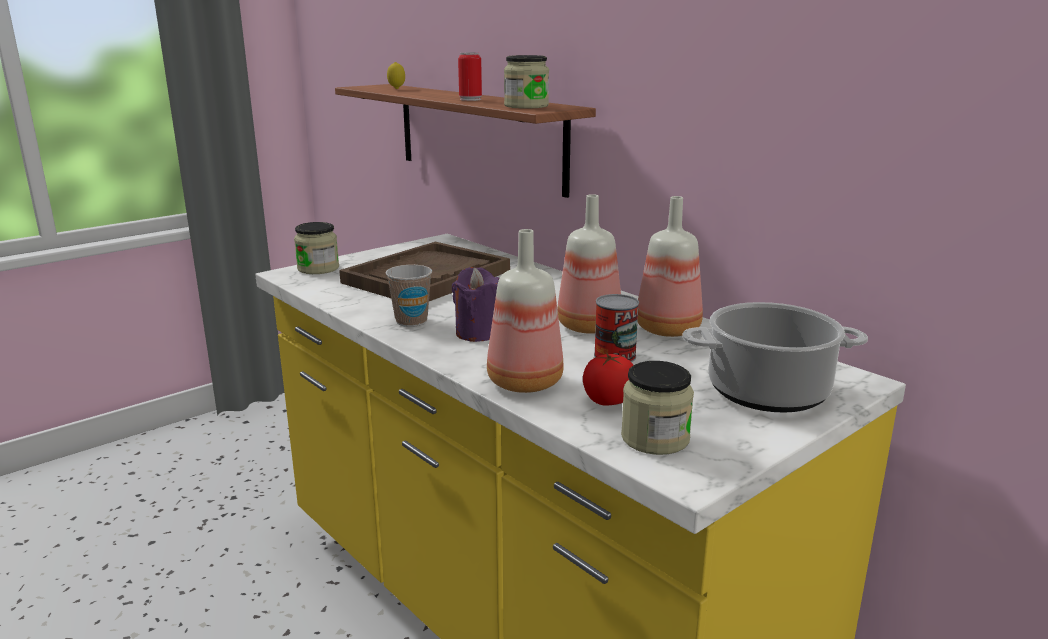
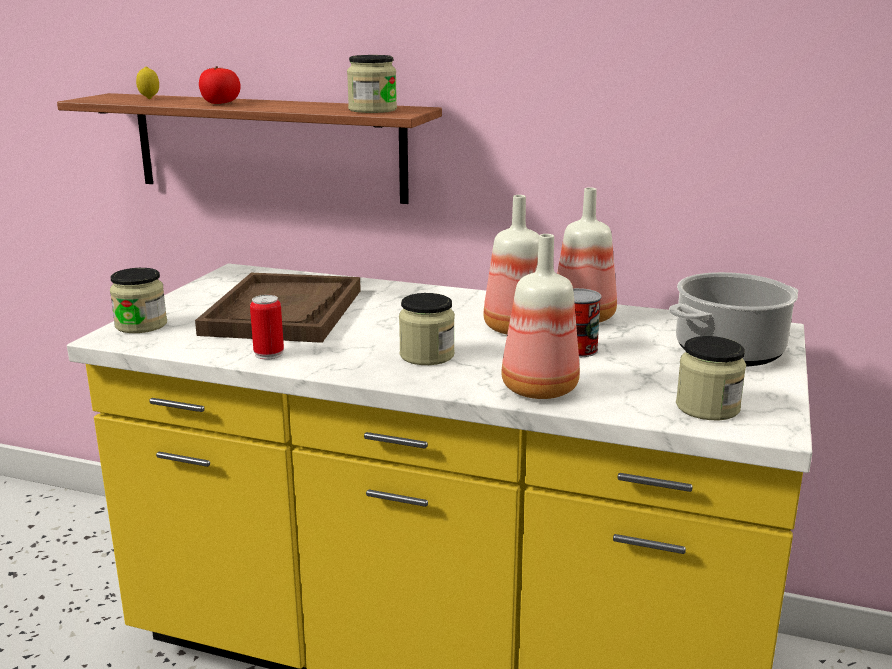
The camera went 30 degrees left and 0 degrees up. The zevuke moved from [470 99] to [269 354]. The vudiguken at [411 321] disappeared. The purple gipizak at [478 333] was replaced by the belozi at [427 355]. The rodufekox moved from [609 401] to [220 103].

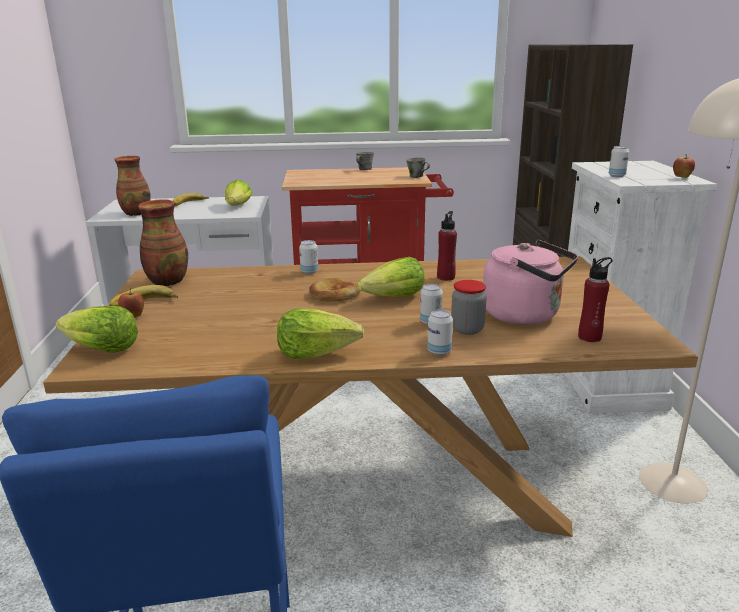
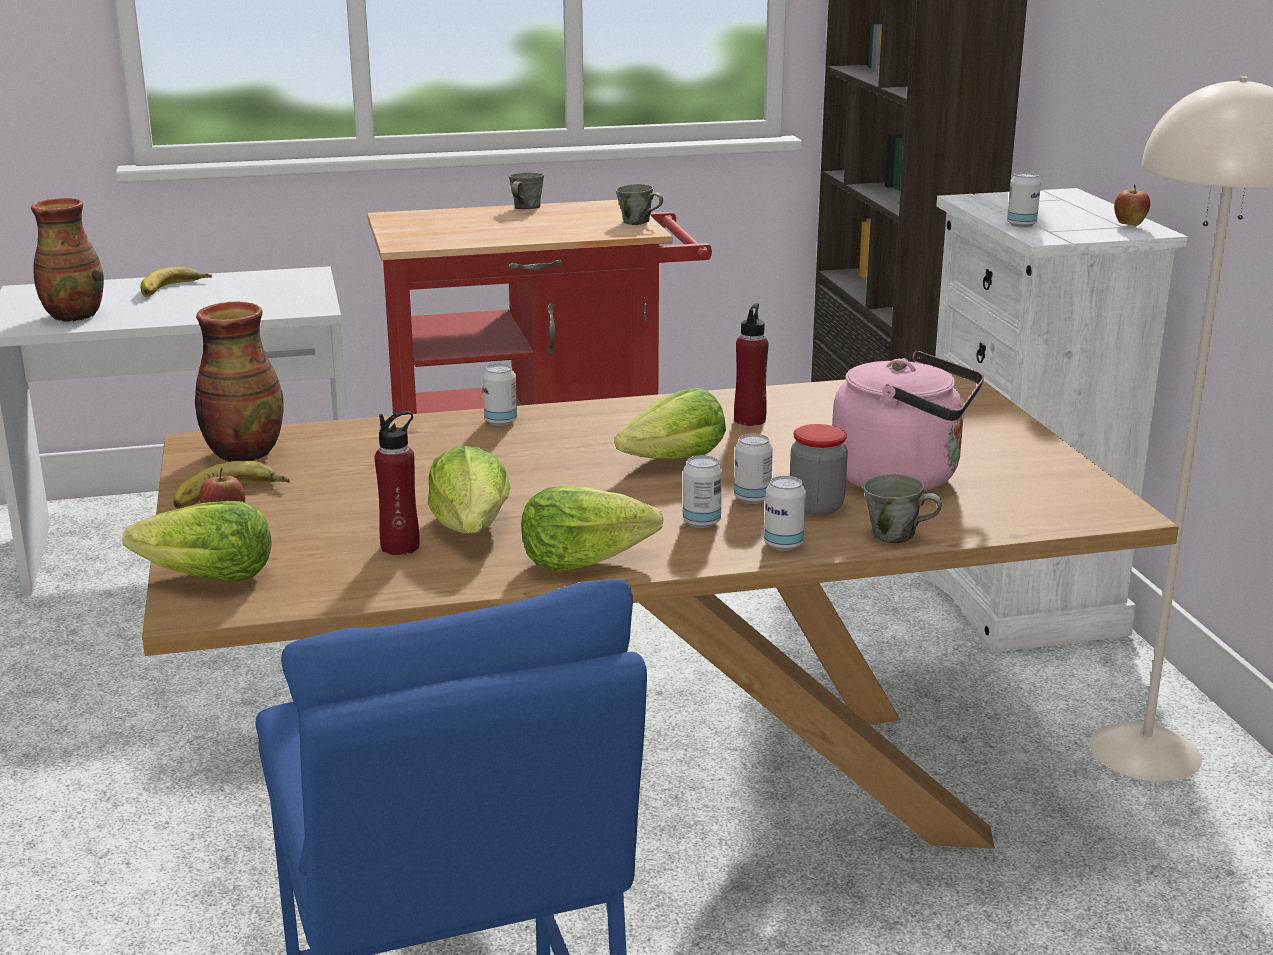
The camera went 10 degrees left and 0 degrees up. The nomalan moved from [238 206] to [472 528]. The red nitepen moved from [589 337] to [400 547]. The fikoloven at [333 294] disappeared. The zevuke at [701 522] appeared. The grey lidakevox at [896 536] appeared.

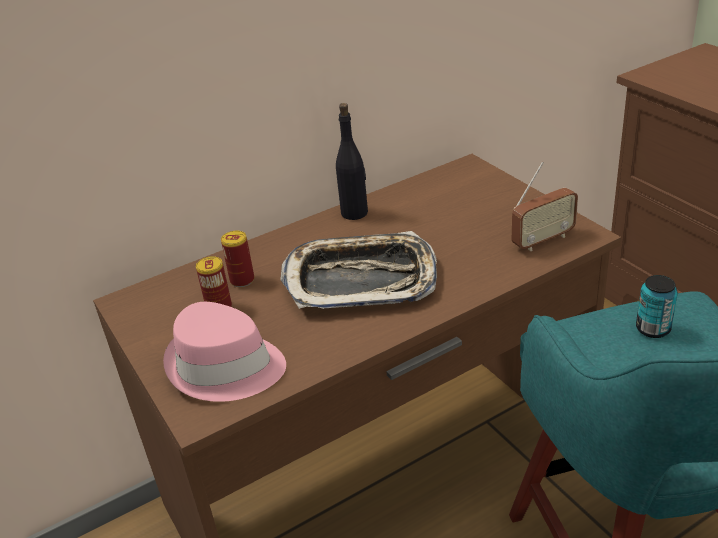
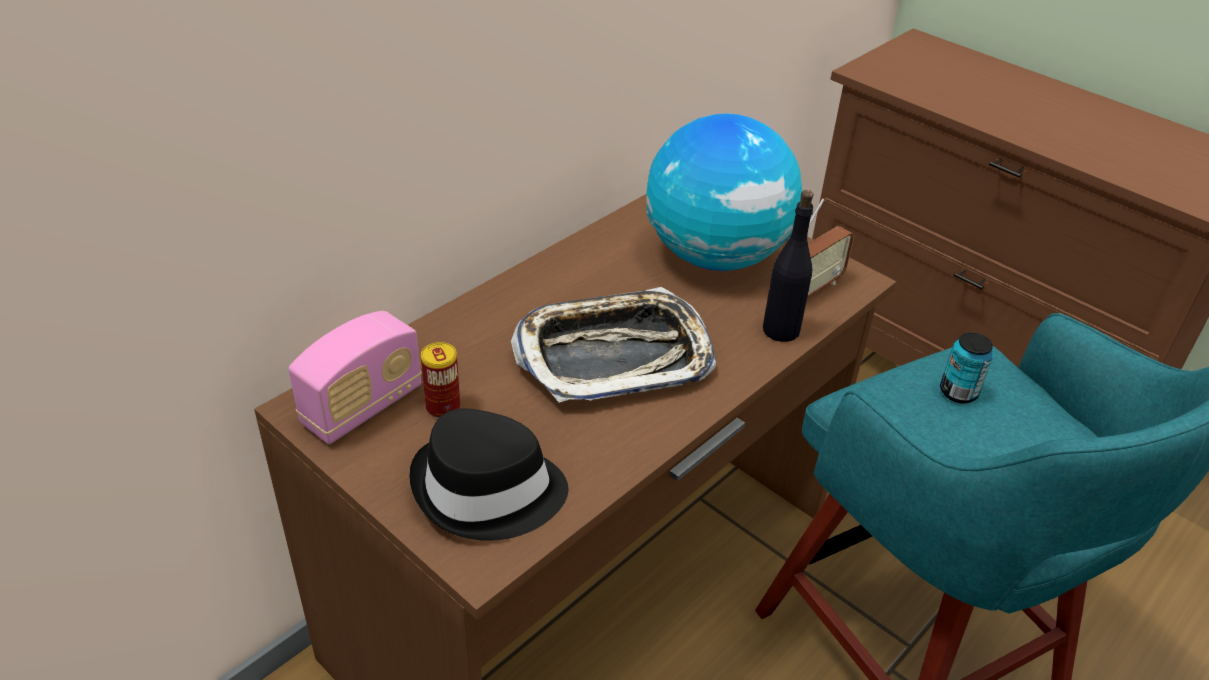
The camera went 20 degrees left and 5 degrees up. The black nitepen moved from [355 213] to [781 330]. The zevuke at [242 280] disappeared. The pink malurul at [225 368] became the black malurul at [488 491]. The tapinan at [715 256] appeared. The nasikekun at [362 407] appeared.

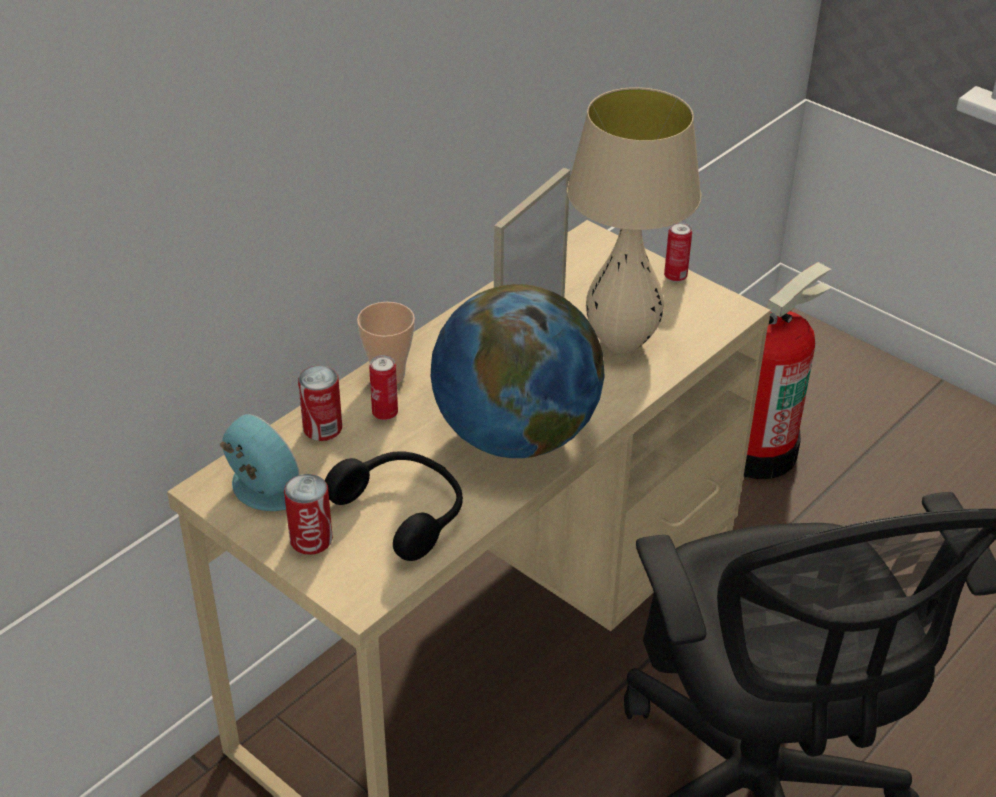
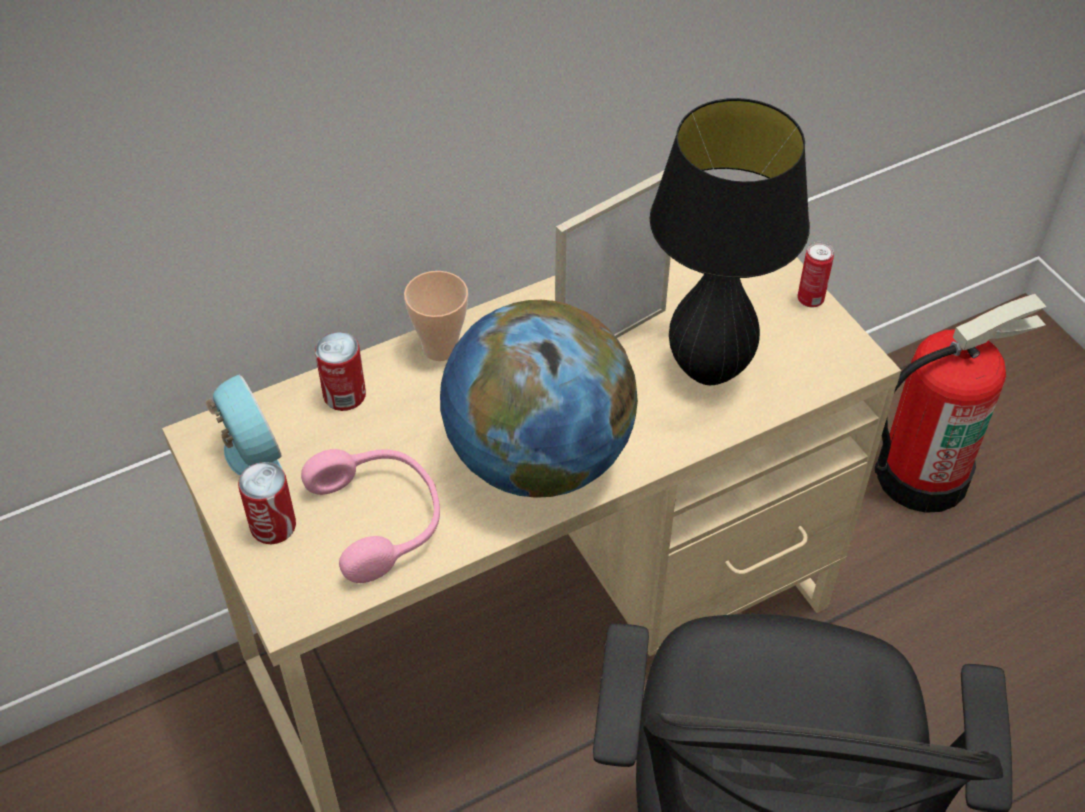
The camera went 20 degrees right and 10 degrees up. The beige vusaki at [622 342] became the black vusaki at [709 370]. The zevuke at [385 413] disappeared. The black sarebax at [404 511] became the pink sarebax at [380 519].

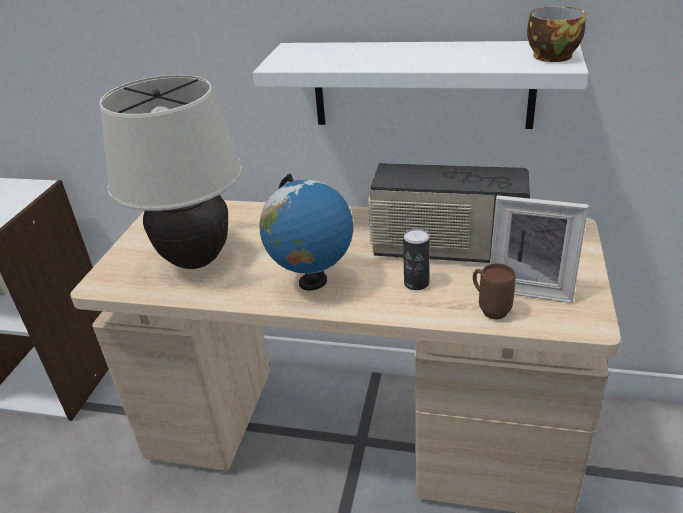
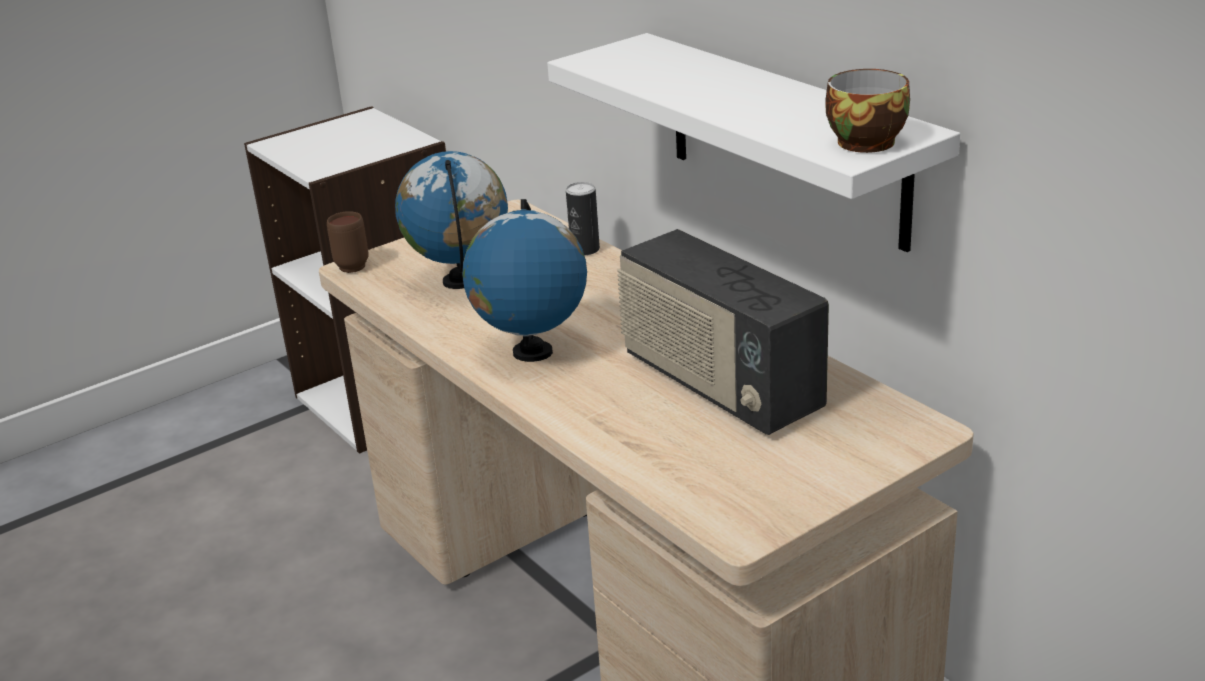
The camera went 40 degrees right and 5 degrees down. The beige vusaki at [196 260] was replaced by the tapinan at [461 281]. The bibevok at [530 286] disappeared. The zevuke moved from [416 283] to [585 249]. The brown lidakevox moved from [489 309] to [354 264].

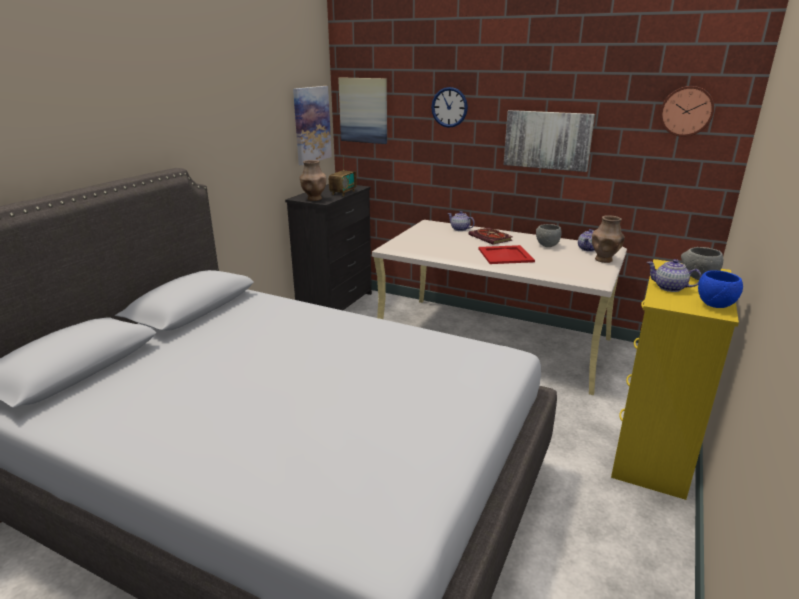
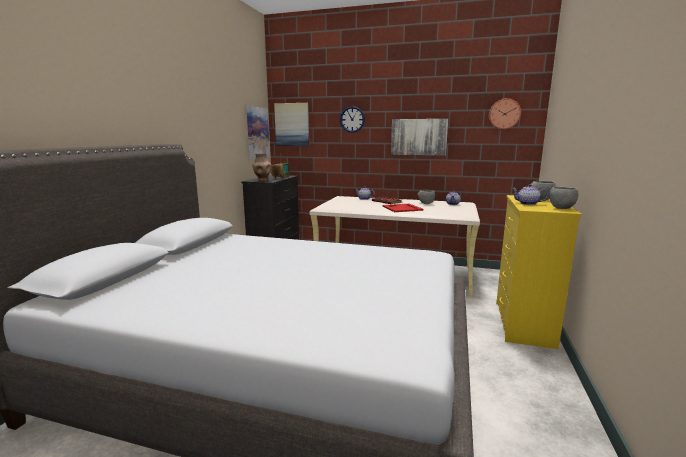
The camera went 10 degrees left and 10 degrees down. The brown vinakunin at [604 260] disappeared. The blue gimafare at [716 305] became the grey gimafare at [562 208].

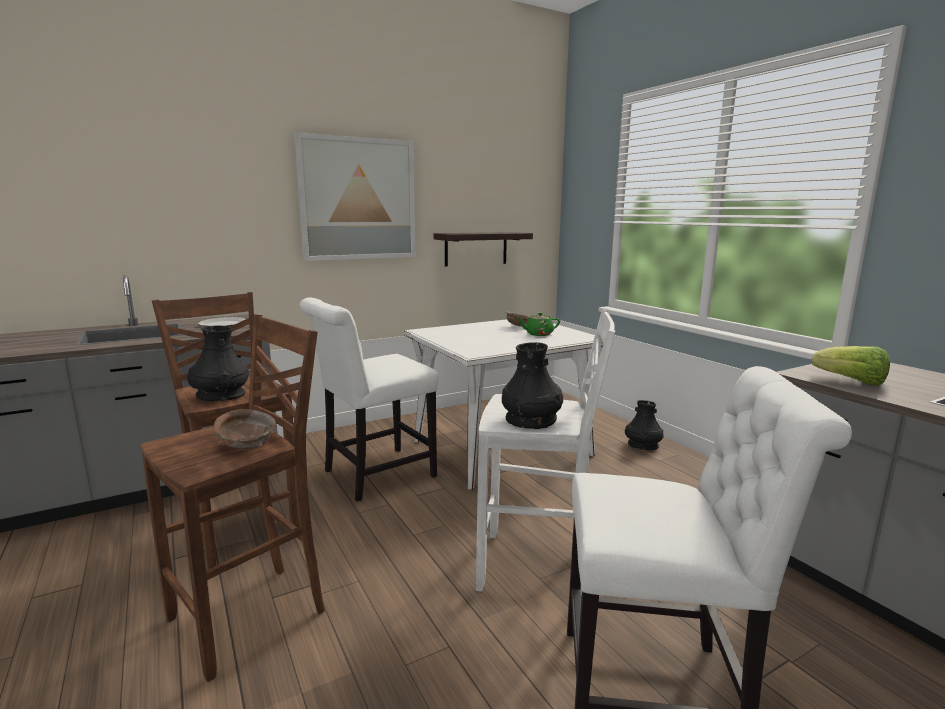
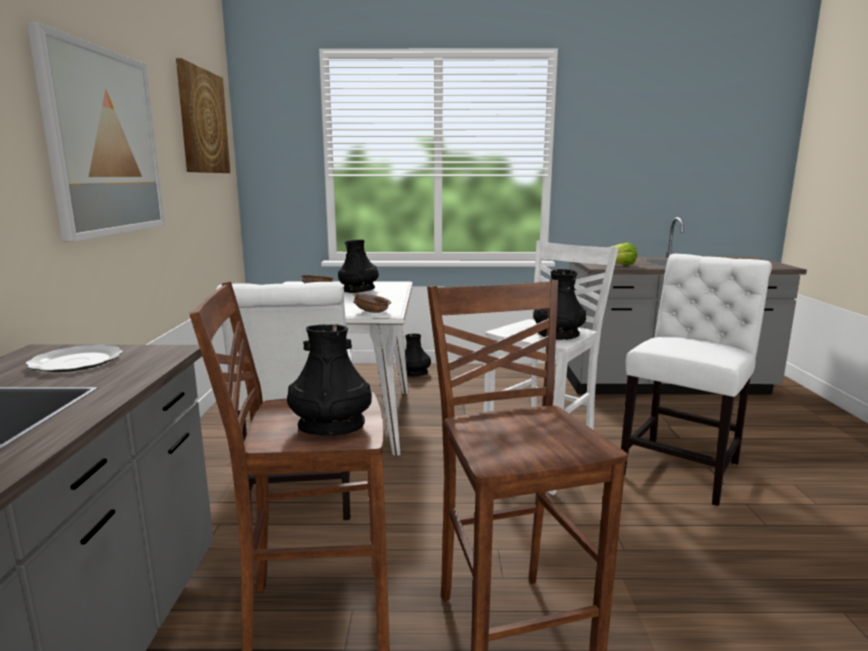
The camera went 60 degrees left and 0 degrees up. The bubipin at [476 248] disappeared. The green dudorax at [538 334] was replaced by the black vinakunin at [358 290]. The brown gimafare moved from [246 444] to [371 312]. The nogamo at [202 121] appeared.

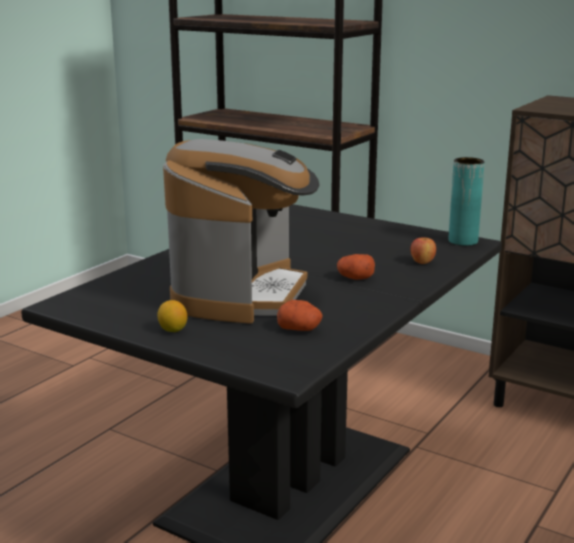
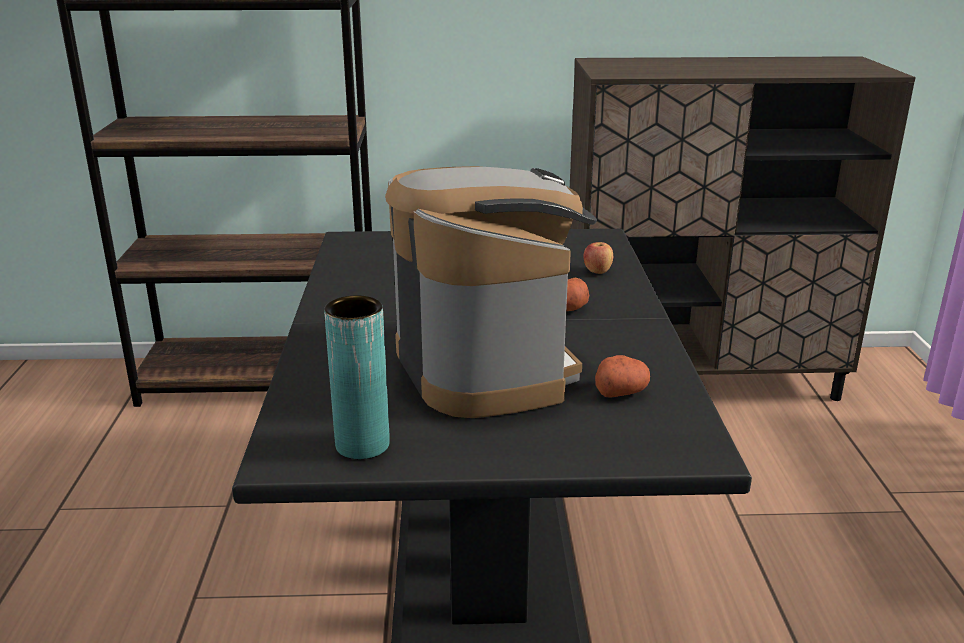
The camera went 35 degrees left and 5 degrees up. The turquoise vinakunin moved from [463 241] to [362 445]. The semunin at [173 330] disappeared.

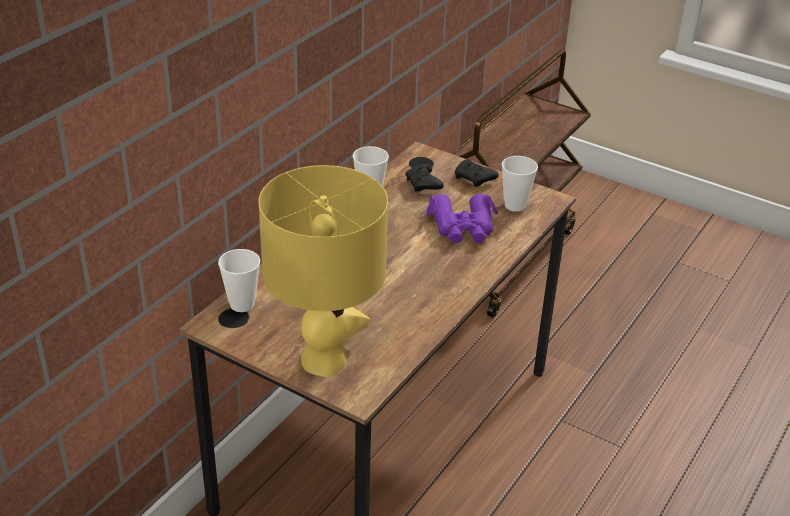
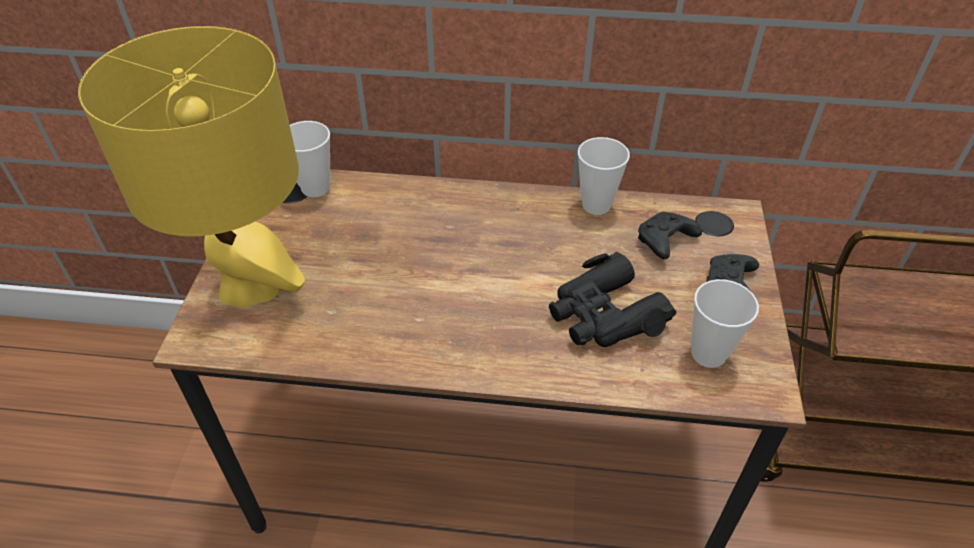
The camera went 65 degrees right and 10 degrees up. The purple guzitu at [463 227] became the black guzitu at [604 315].

